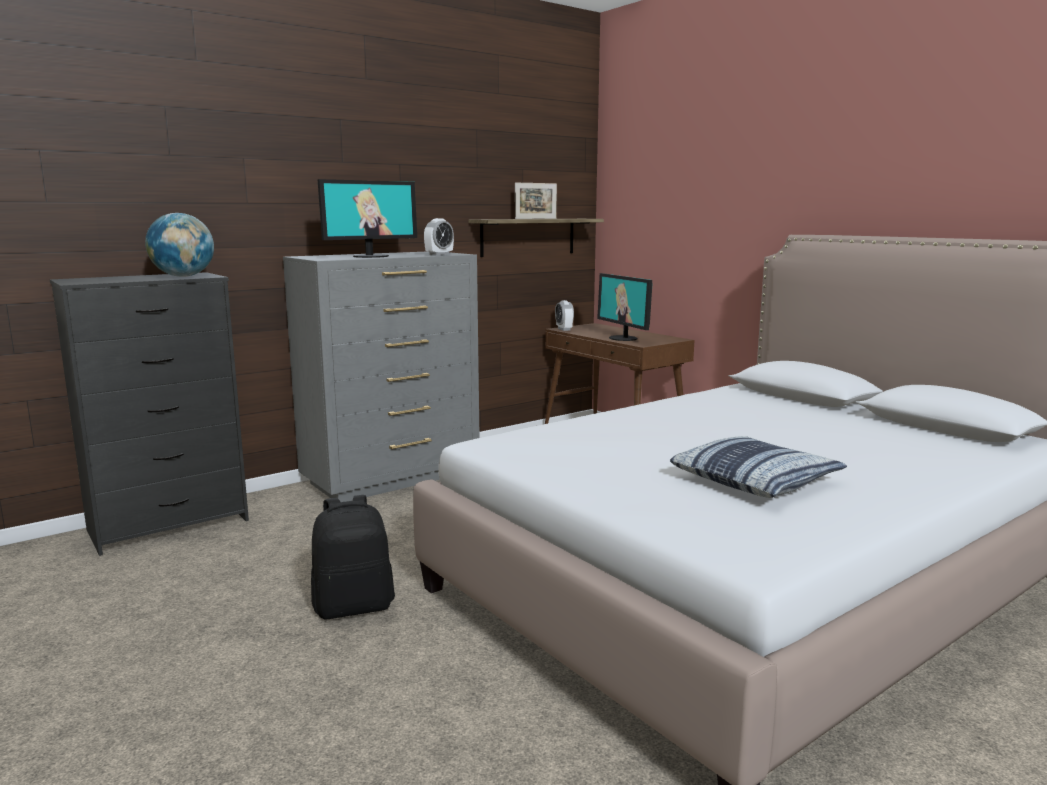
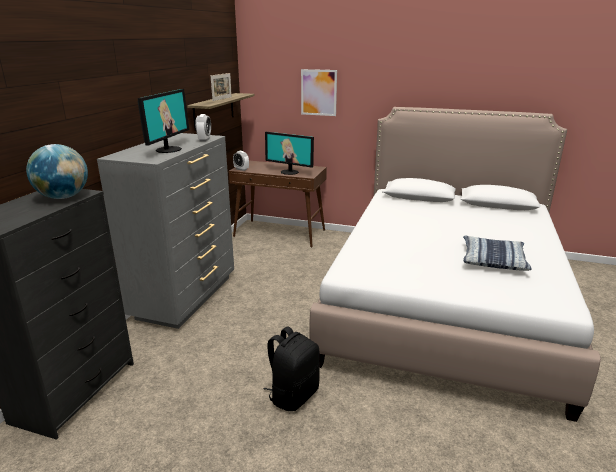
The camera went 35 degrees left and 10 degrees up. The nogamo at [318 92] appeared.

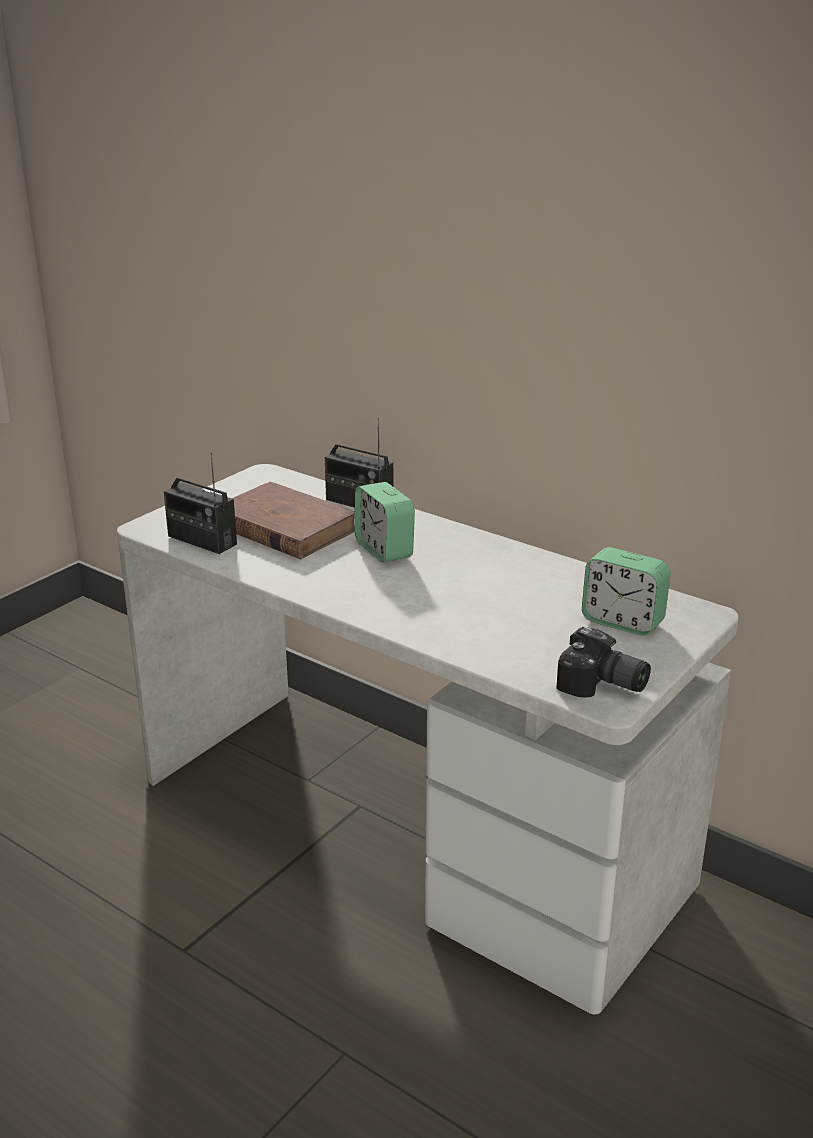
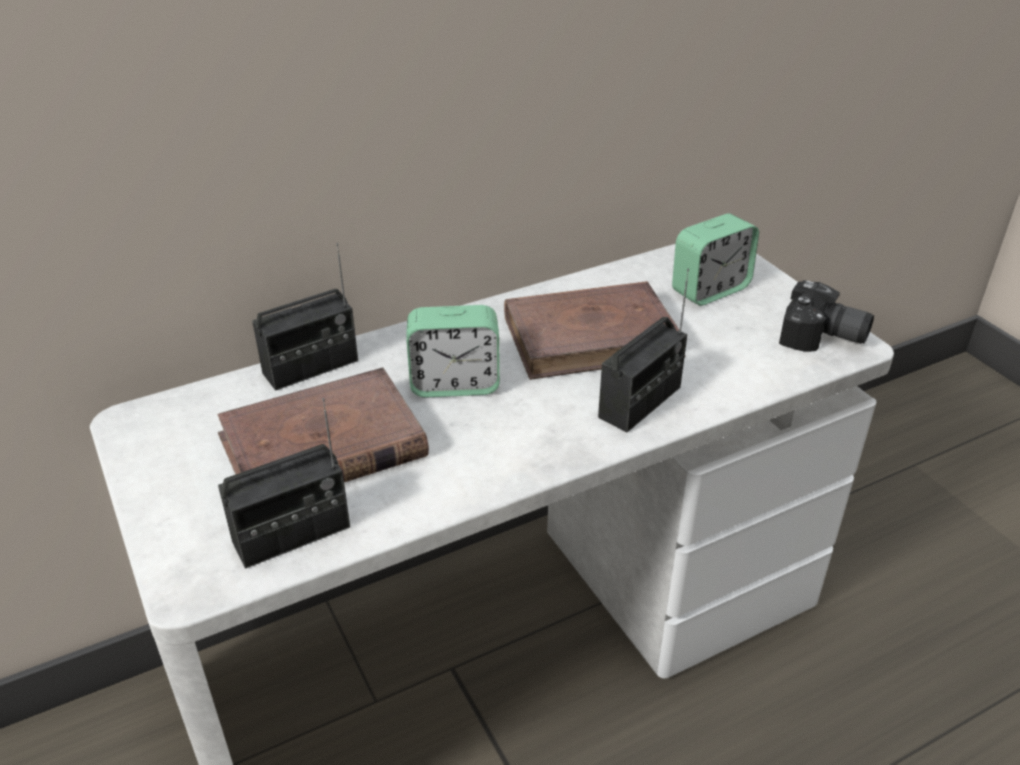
The camera went 65 degrees left and 10 degrees up. The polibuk at [602 686] turned 60 degrees clockwise. The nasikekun at [640 402] appeared. The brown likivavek at [591 337] appeared.

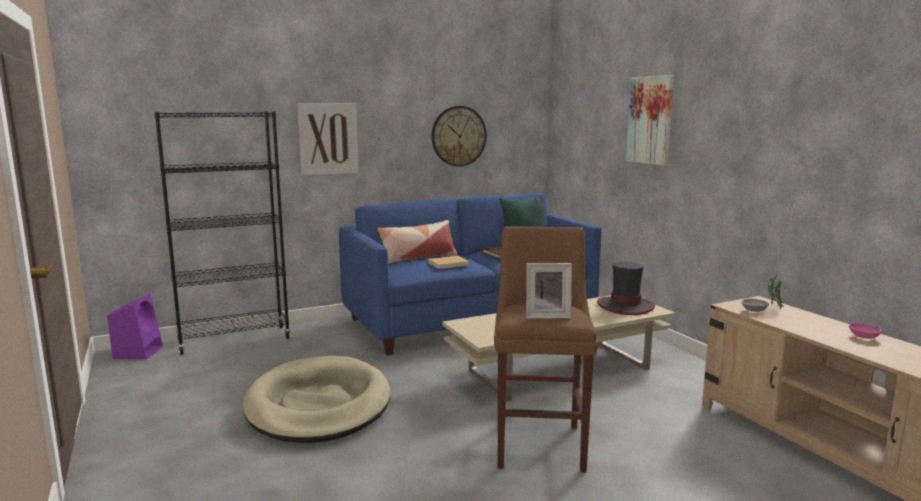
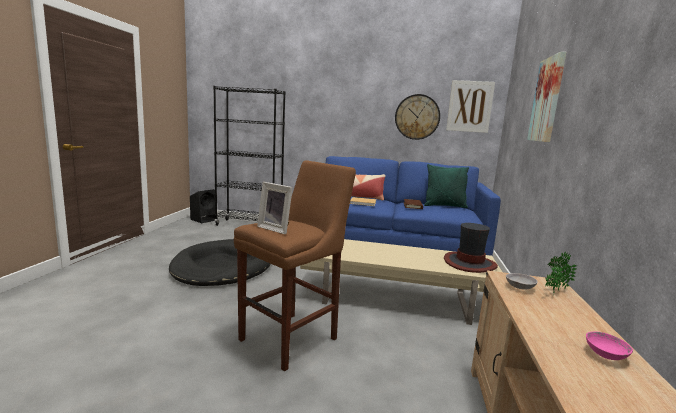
The camera went 35 degrees right and 0 degrees up. The nogamo moved from [328 138] to [469 106]. The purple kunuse at [138 352] became the black kunuse at [204 219]. The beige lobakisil at [319 405] became the black lobakisil at [223 267].

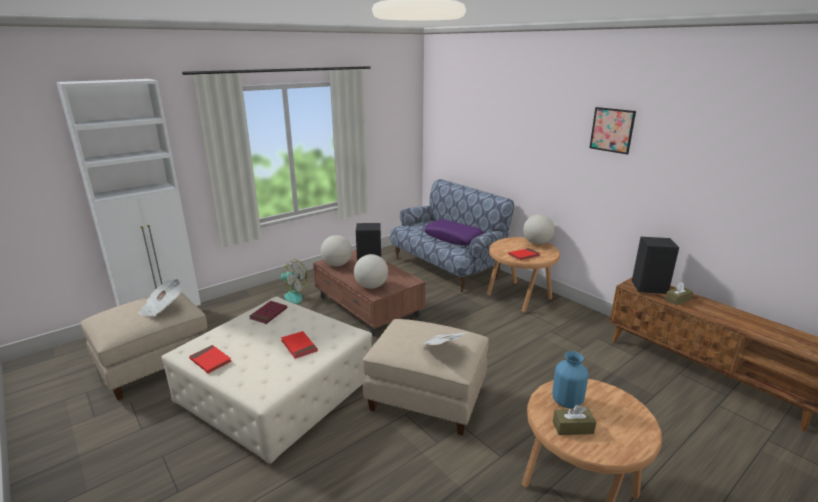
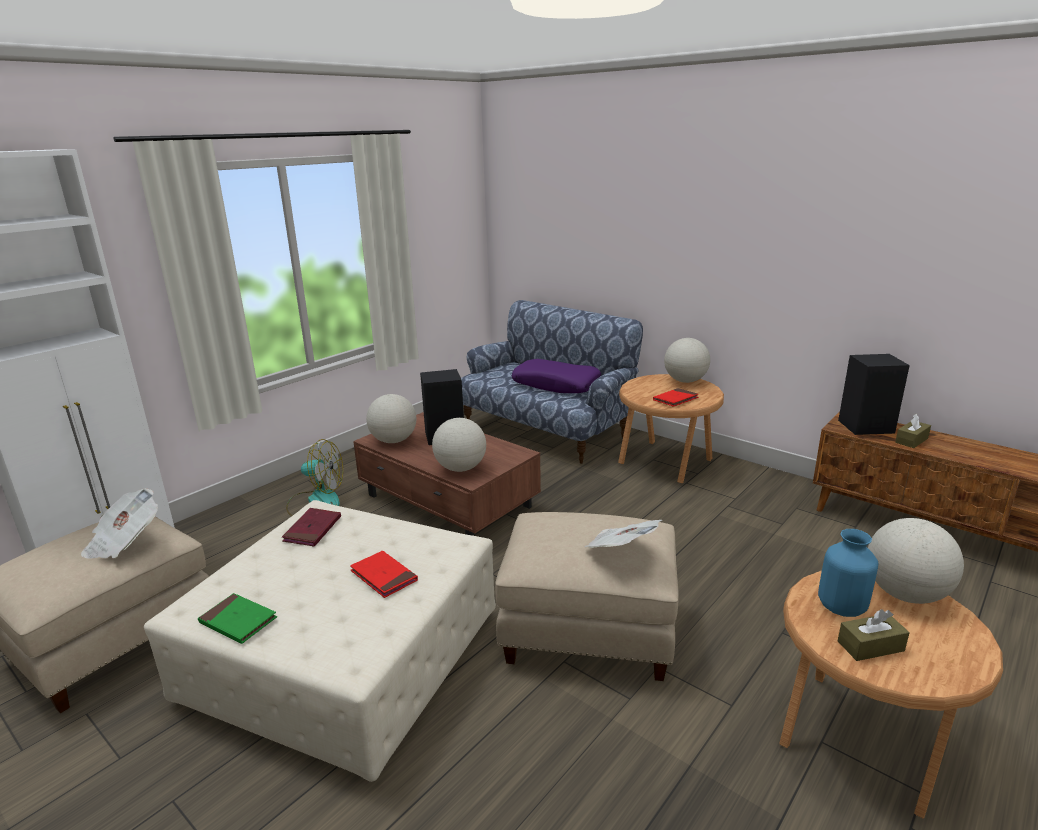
The camera went 10 degrees left and 0 degrees up. The nogamo at [612 130] disappeared. The red likivavek at [210 361] became the green likivavek at [238 621]. The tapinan at [905 594] appeared.

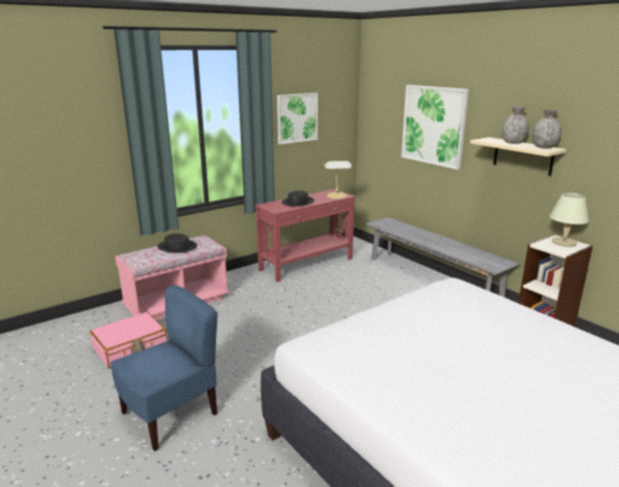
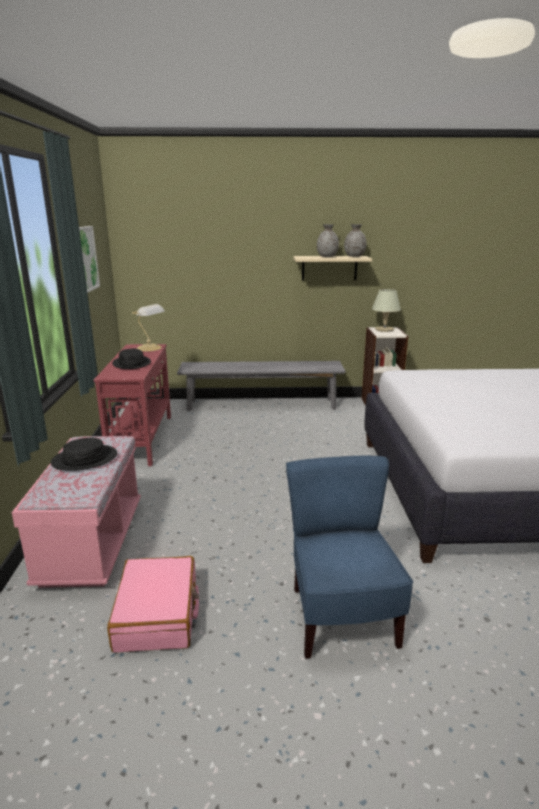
The camera went 55 degrees left and 0 degrees up. The nogamo at [433 125] disappeared.

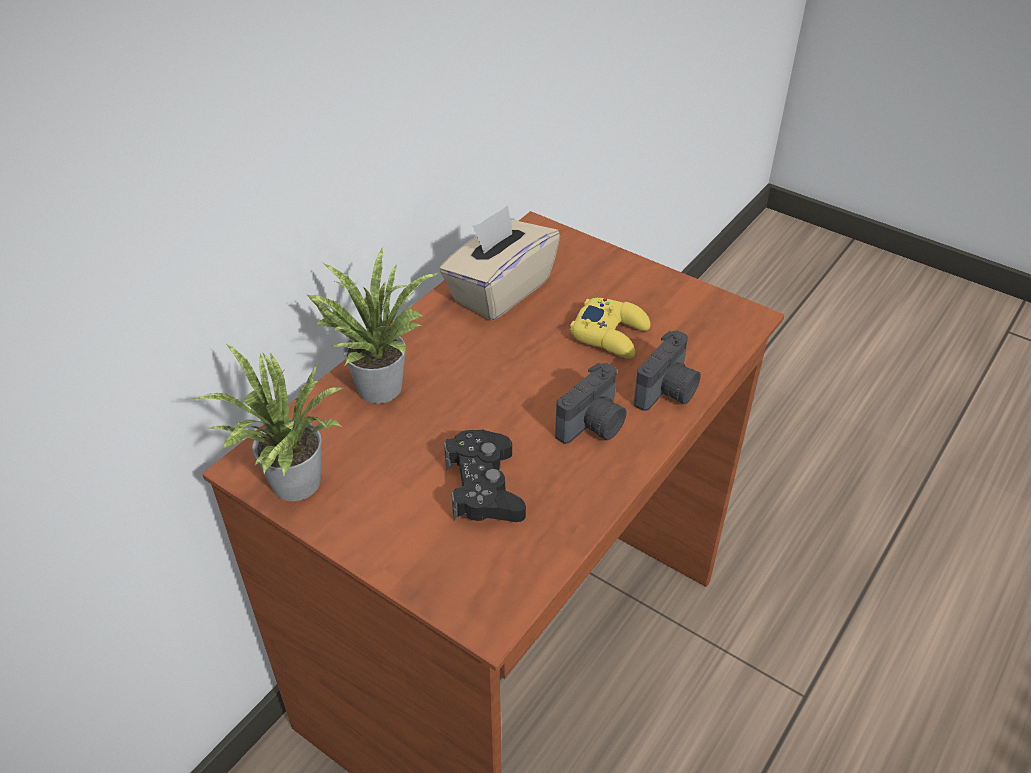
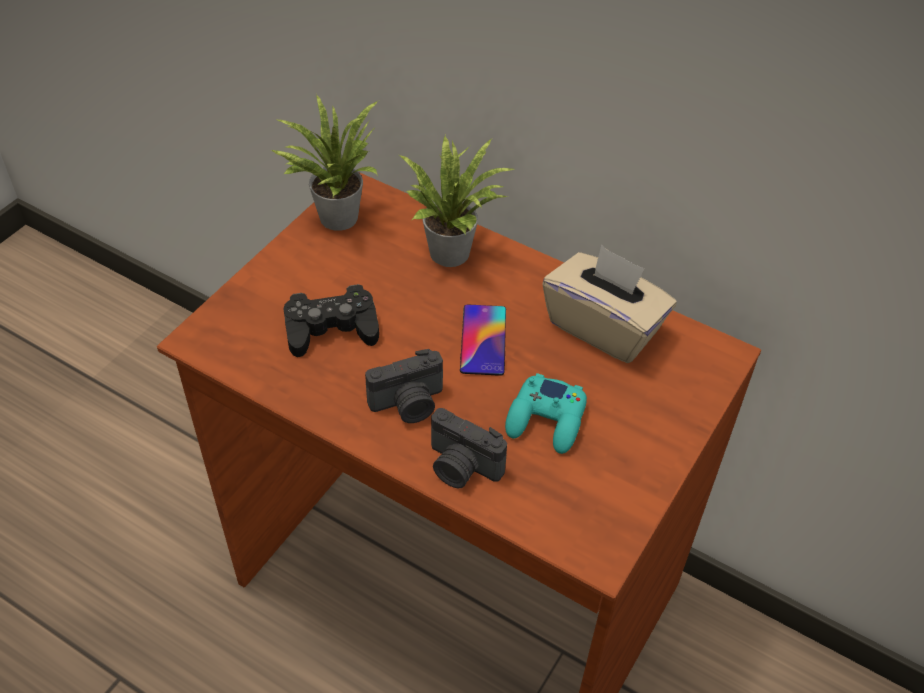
The camera went 85 degrees right and 5 degrees up. The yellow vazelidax at [611 334] became the turquoise vazelidax at [546 420]. The polibuk at [594 425] turned 60 degrees counterclockwise. The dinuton at [483 340] appeared.

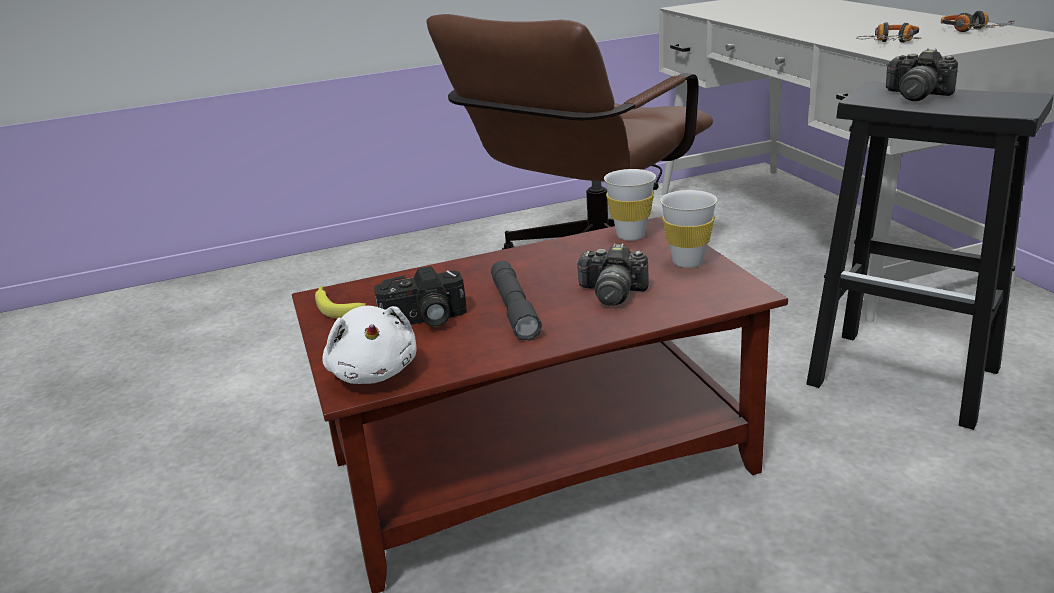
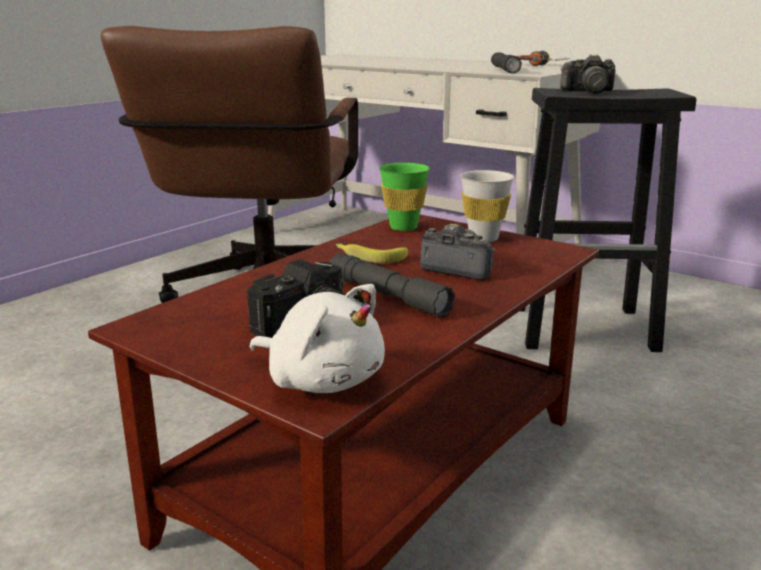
The camera went 35 degrees left and 5 degrees down. The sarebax at [892 43] was replaced by the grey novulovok at [504 70]. The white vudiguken at [630 235] became the green vudiguken at [403 227]. The polibuk at [612 293] turned 135 degrees counterclockwise. The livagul moved from [336 306] to [369 257].

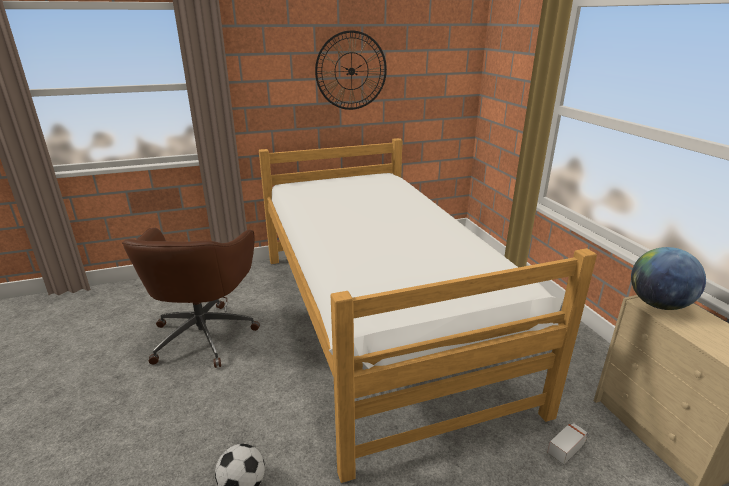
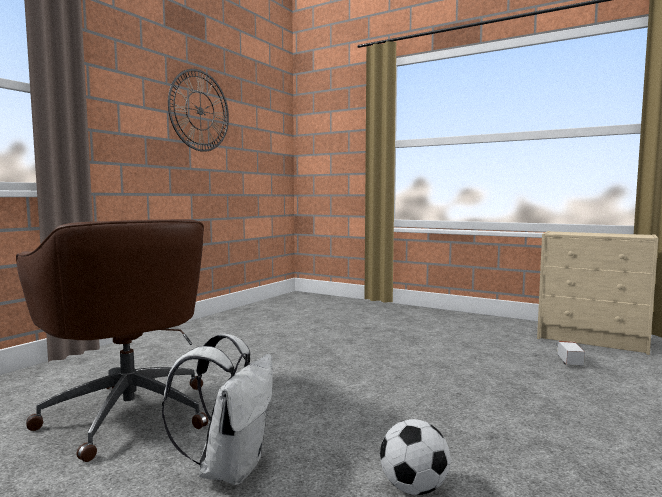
The camera went 40 degrees left and 20 degrees down. The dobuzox at [378 320] disappeared. The tapinan at [658 304] disappeared. The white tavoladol at [230 468] appeared.

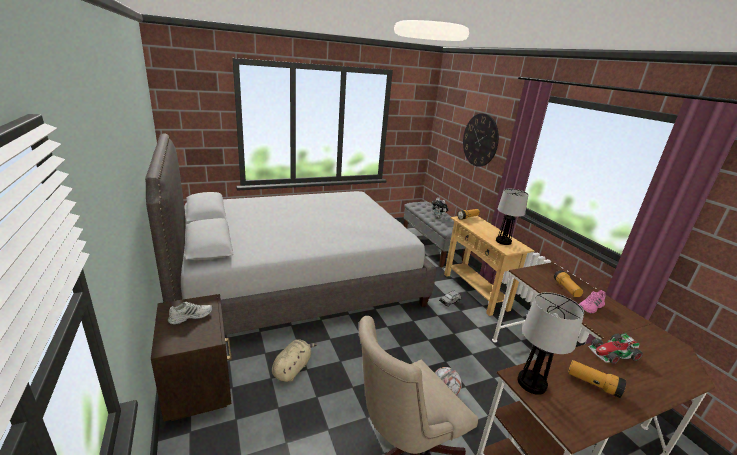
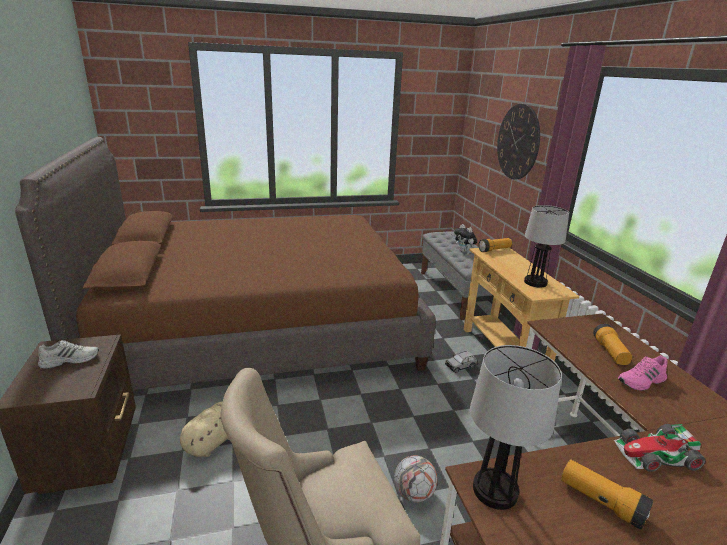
The camera went 10 degrees right and 0 degrees up. The grey dobuzox at [295 281] became the brown dobuzox at [259 328].

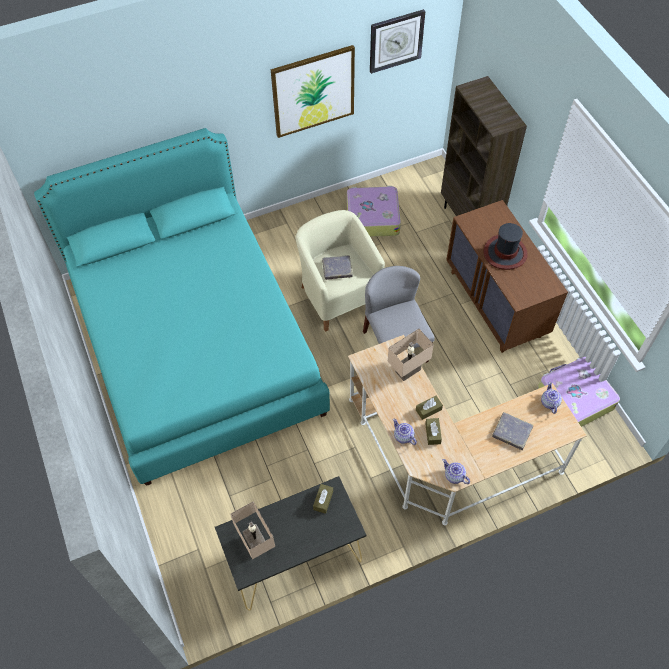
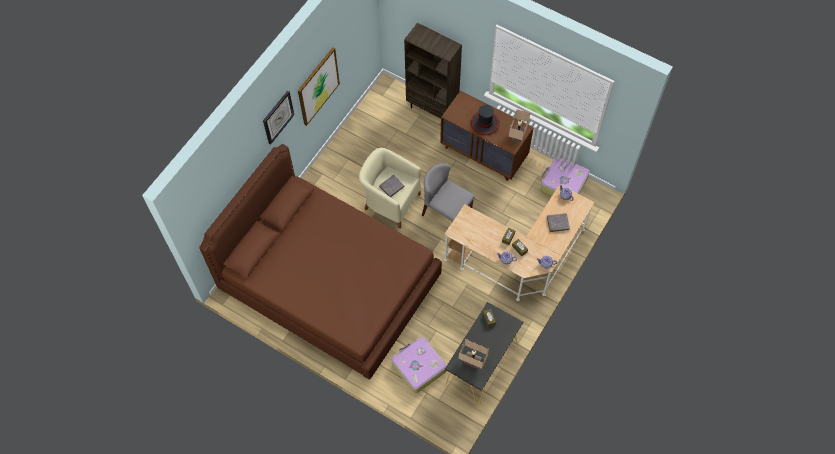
The camera went 35 degrees left and 5 degrees up. The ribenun moved from [396 41] to [278 117]. The turquoise dobuzox at [195 345] became the brown dobuzox at [330 284]. The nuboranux moved from [372 217] to [418 367]. The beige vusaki moved from [408 371] to [518 137].

